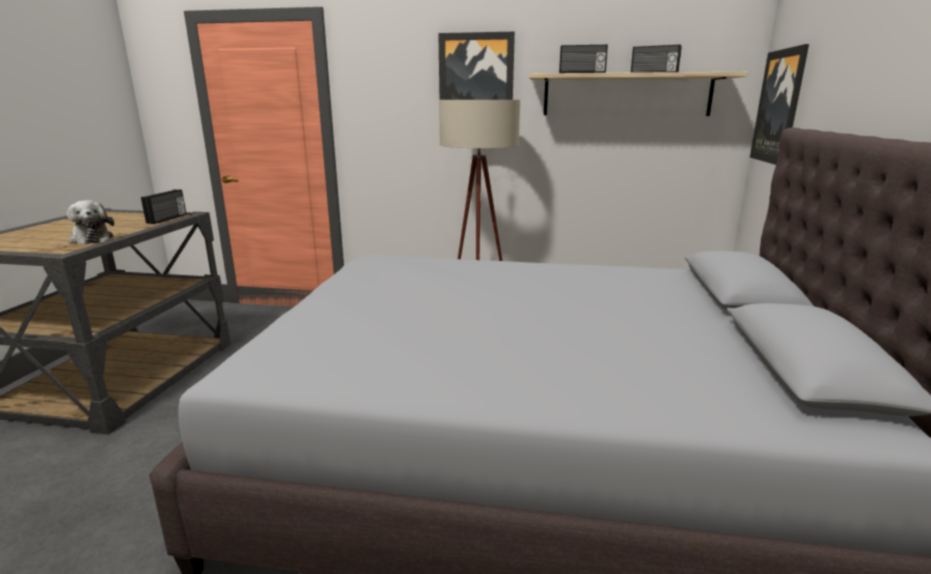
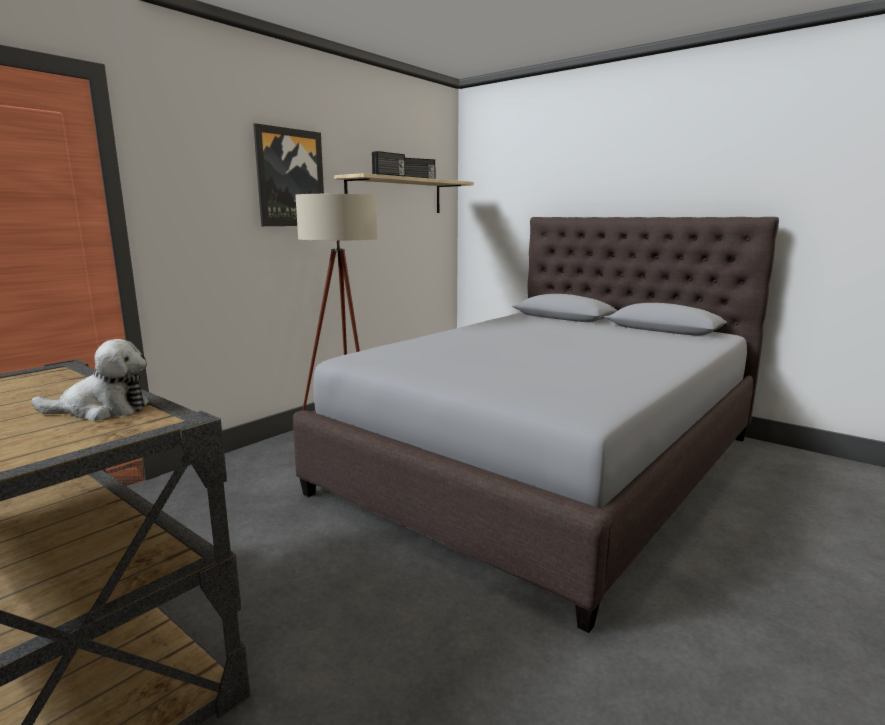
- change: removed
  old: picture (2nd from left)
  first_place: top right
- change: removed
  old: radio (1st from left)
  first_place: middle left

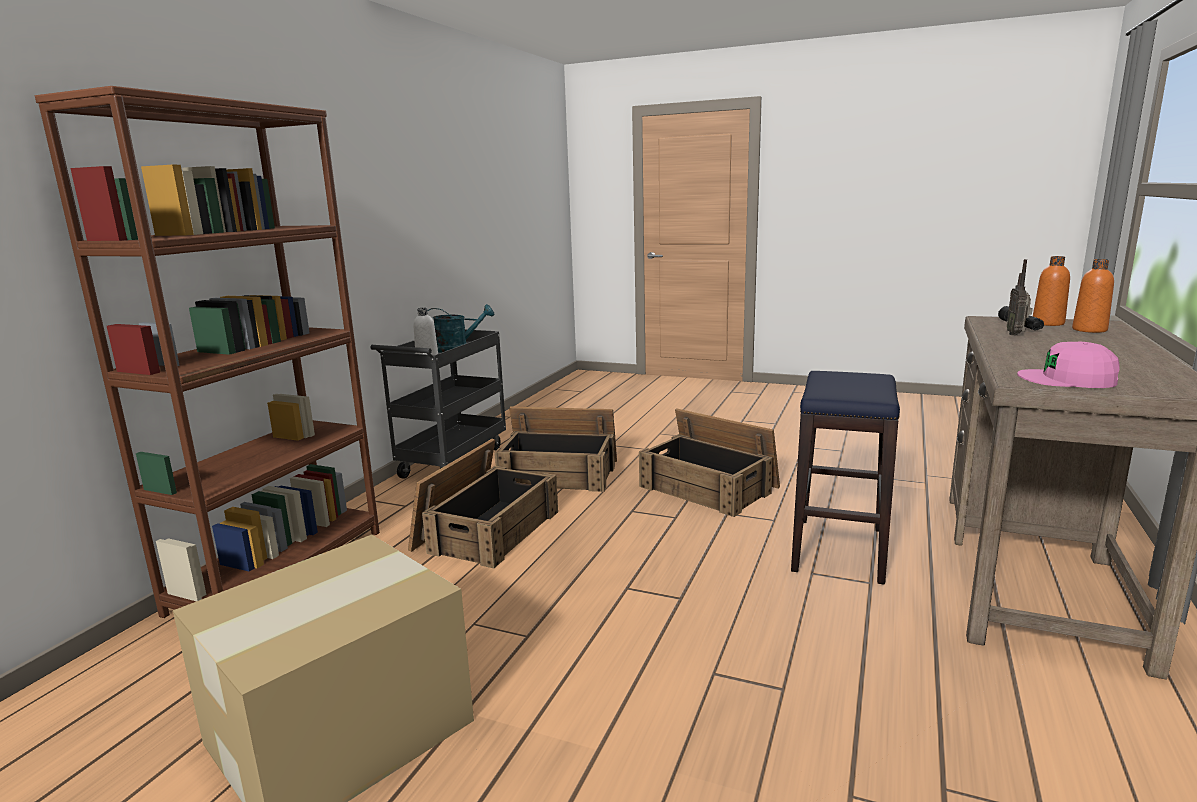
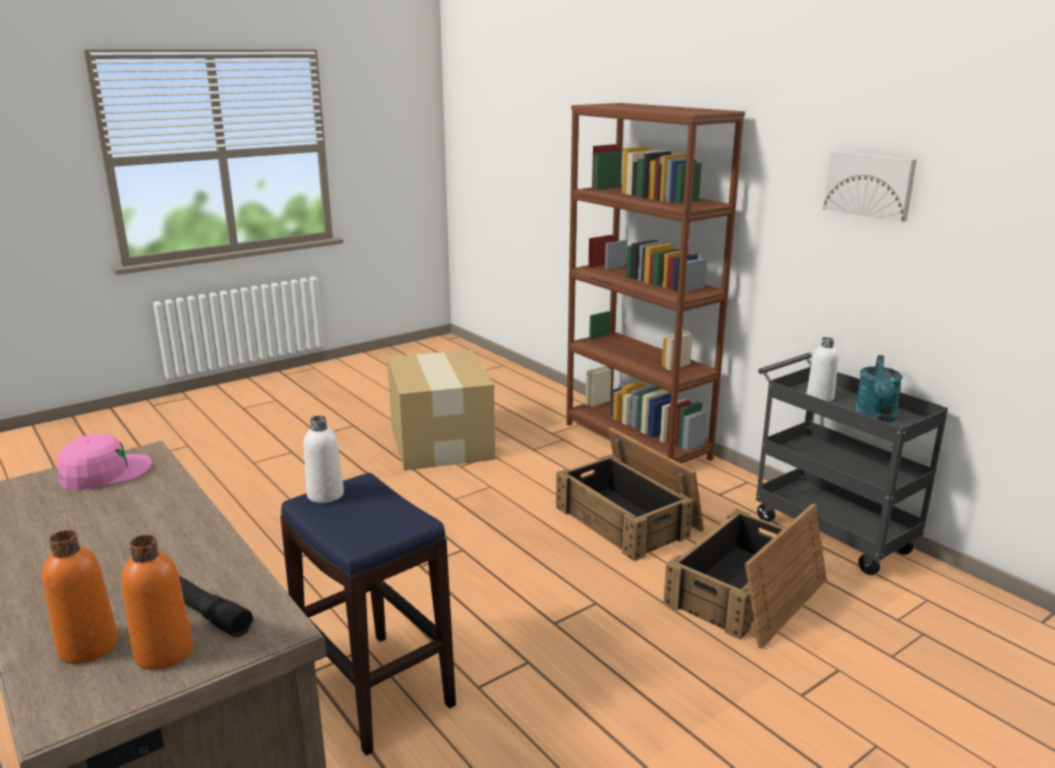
- change: removed
  old: radio
  first_place: middle right
- change: removed
  old: crate (3rd from left)
  first_place: centre
- change: added
  new: picture
  second_place: top right
- change: added
  new: bottle/white (1st from left)
  second_place: middle left

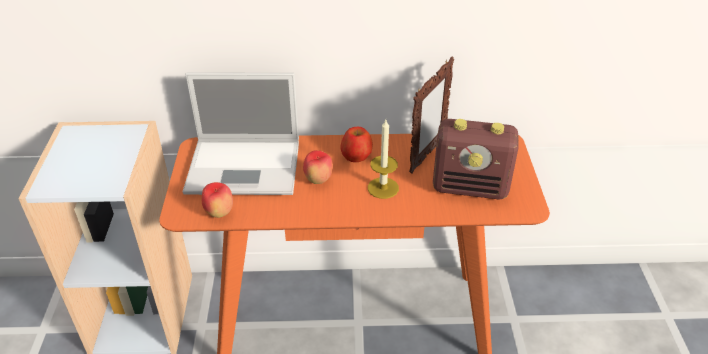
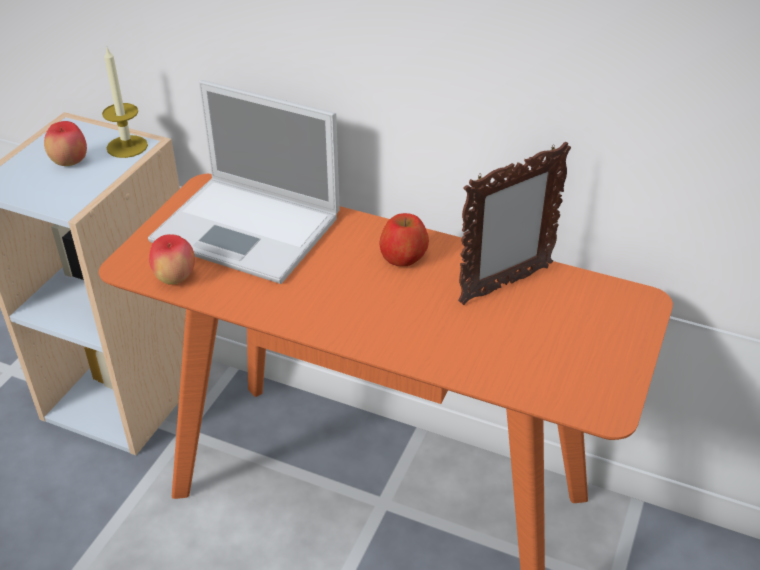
- change: removed
  old: radio
  first_place: middle right
- change: moved
  old: candle
  first_place: centre
  second_place: top left
- change: moved
  old: apple (2nd from left in the first image)
  new: apple (1st from left)
  first_place: centre
  second_place: top left

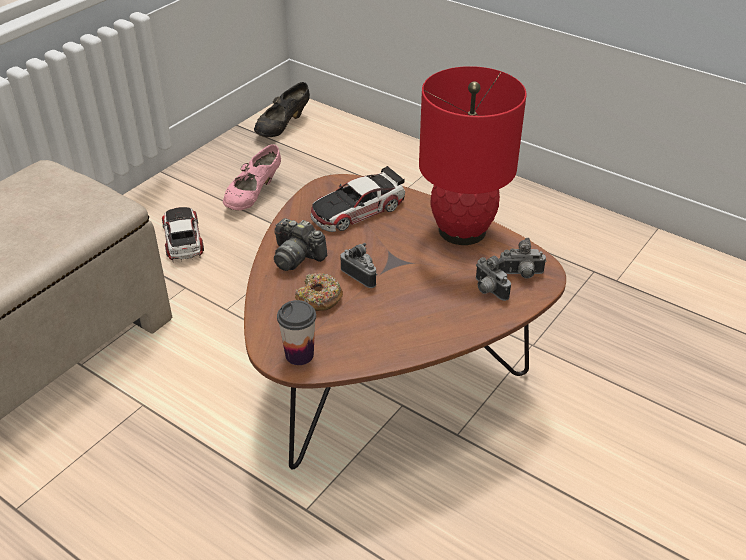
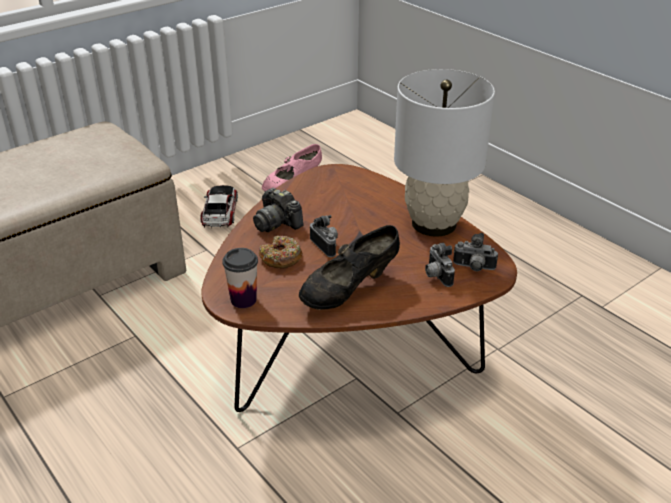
- change: recoloured
  old: table lamp/red
  new: table lamp/white
  first_place: top centre
  second_place: top centre
- change: moved
  old: shoe/black
  first_place: top centre
  second_place: centre
- change: removed
  old: toy car (2nd from left)
  first_place: centre

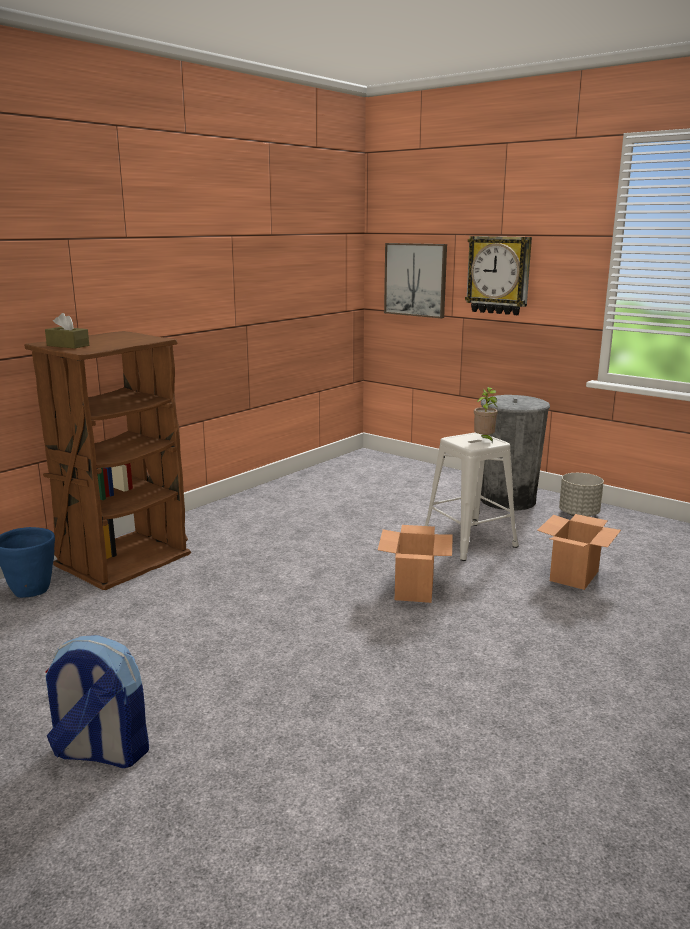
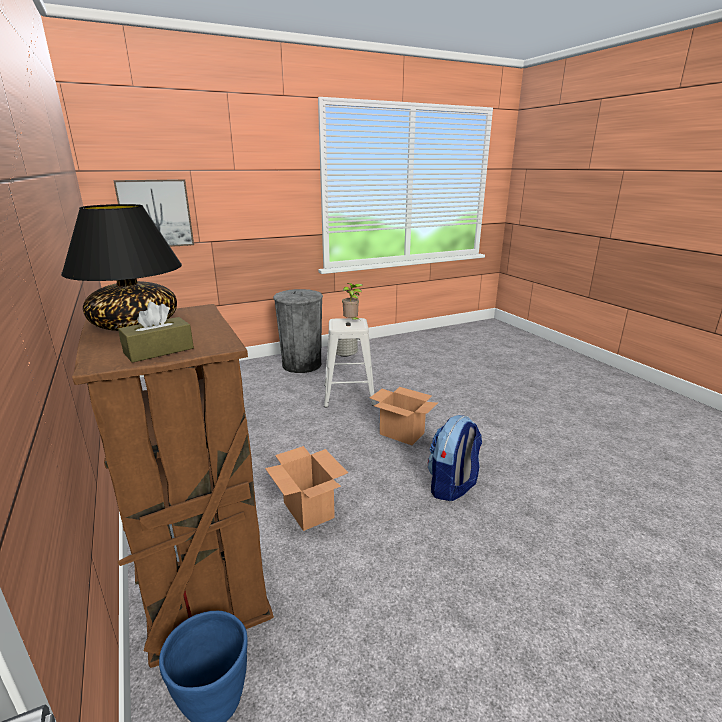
- change: removed
  old: wall clock
  first_place: top right
- change: moved
  old: cardboard box (2nd from left in the first image)
  new: cardboard box (1st from left)
  first_place: middle right
  second_place: bottom centre
- change: moved
  old: backpack
  first_place: bottom left
  second_place: centre
- change: added
  new: table lamp/black
  second_place: middle left

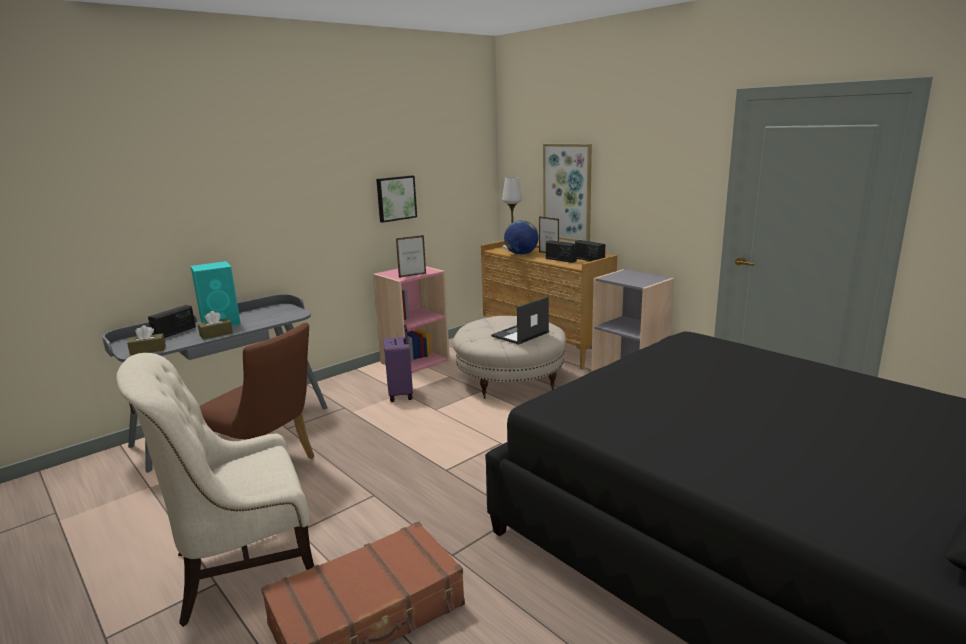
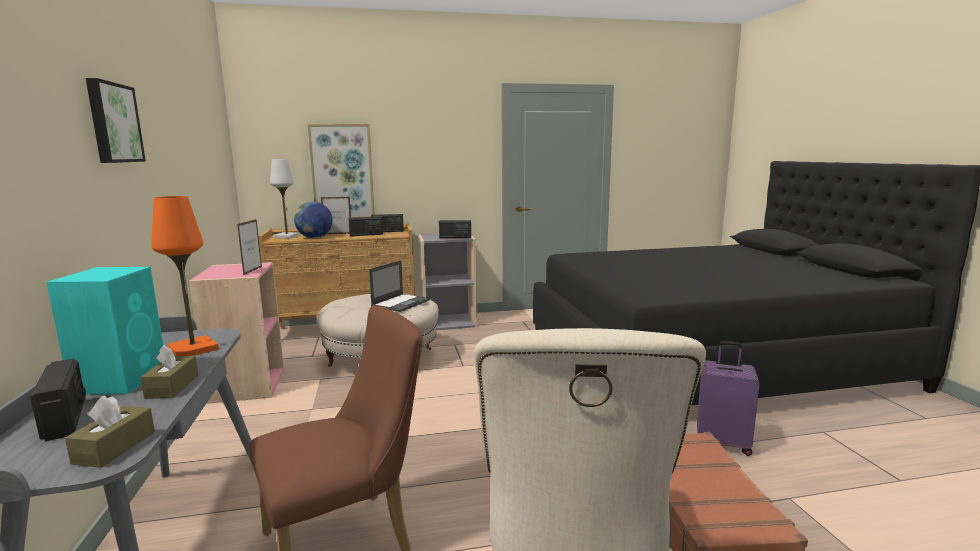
- change: moved
  old: picture (1st from left)
  first_place: top centre
  second_place: top left
- change: turned
  old: laptop
  first_place: centre
  second_place: centre
  degrees: -135
- change: moved
  old: suitcase/purple
  first_place: centre
  second_place: bottom right
- change: added
  new: table lamp/orange
  second_place: middle left
- change: added
  new: radio (4th from left)
  second_place: centre

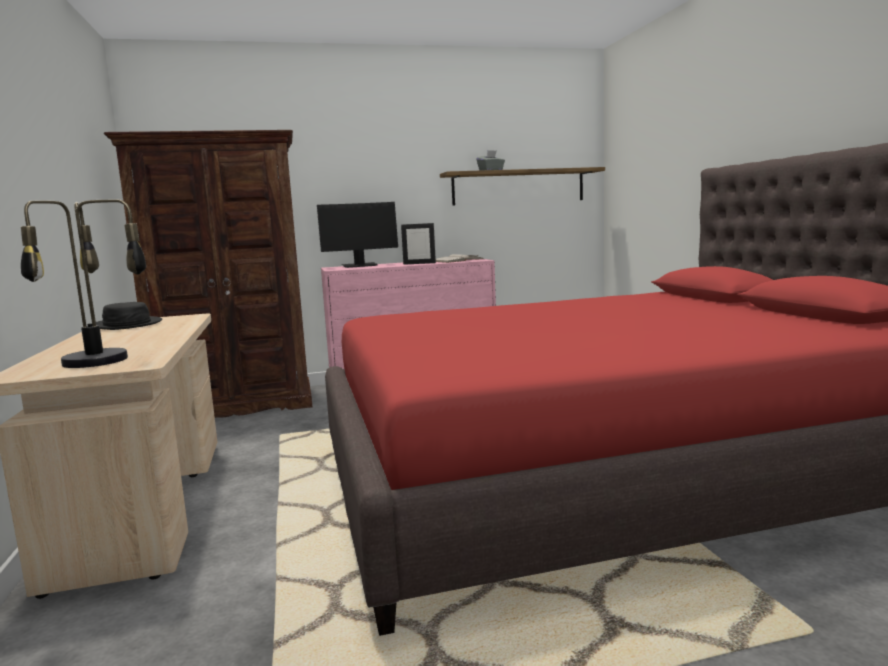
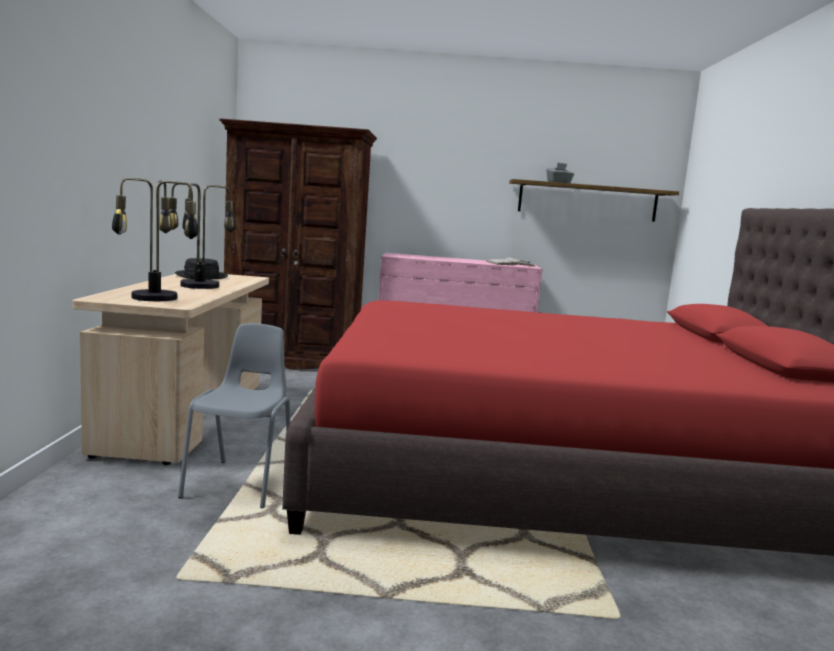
- change: removed
  old: monitor
  first_place: centre
- change: removed
  old: picture frame
  first_place: centre
- change: added
  new: table lamp (2nd from left)
  second_place: middle left
- change: added
  new: chair/grey
  second_place: middle left

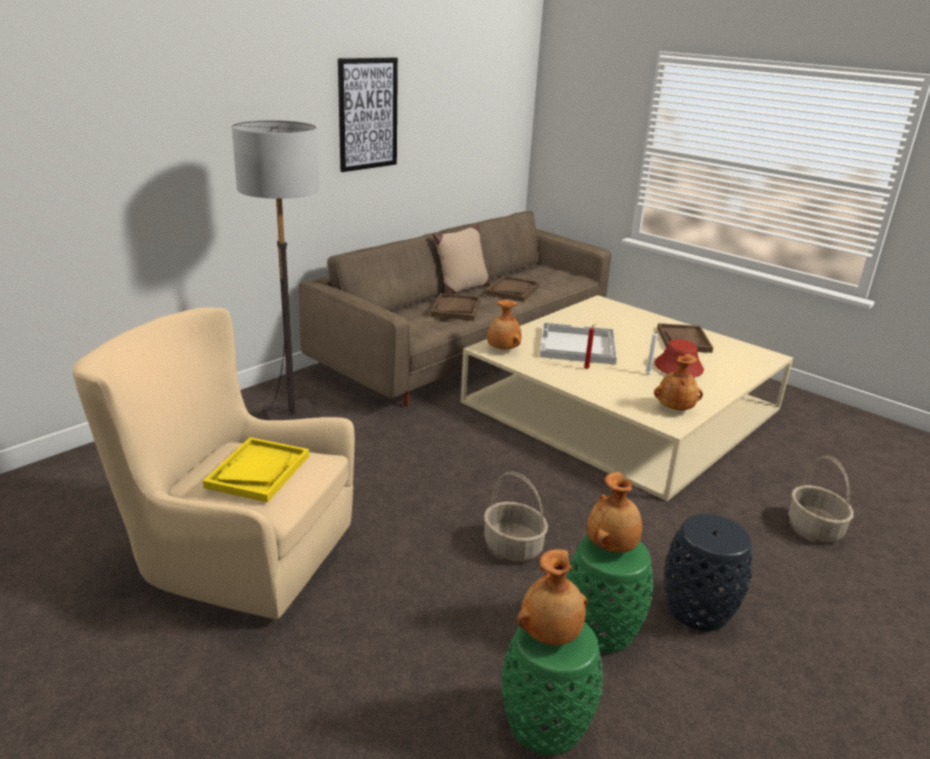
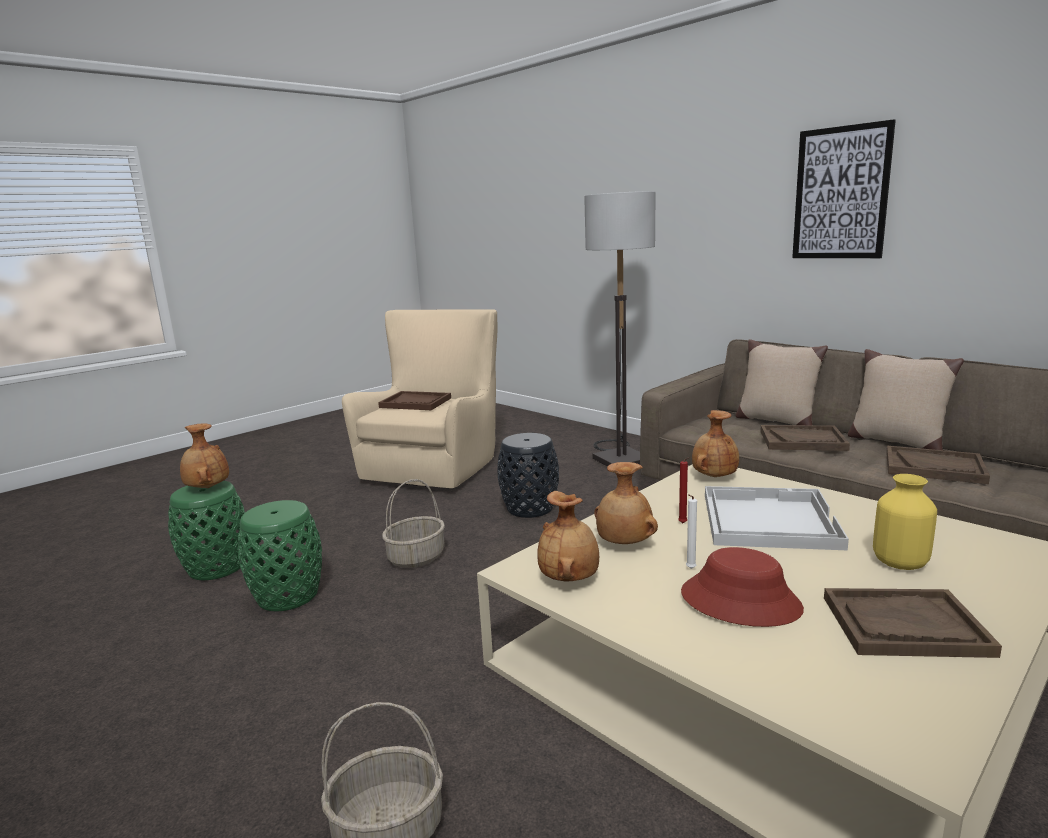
- change: recoloured
  old: tray/yellow
  new: tray/brown (1st from left)
  first_place: middle left
  second_place: centre
- change: moved
  old: vase/brown (3rd from left)
  first_place: bottom centre
  second_place: centre
- change: moved
  old: stool/black
  first_place: bottom right
  second_place: centre
- change: added
  new: pillow/beige (1st from left)
  second_place: middle right
- change: added
  new: vase/yellow
  second_place: middle right

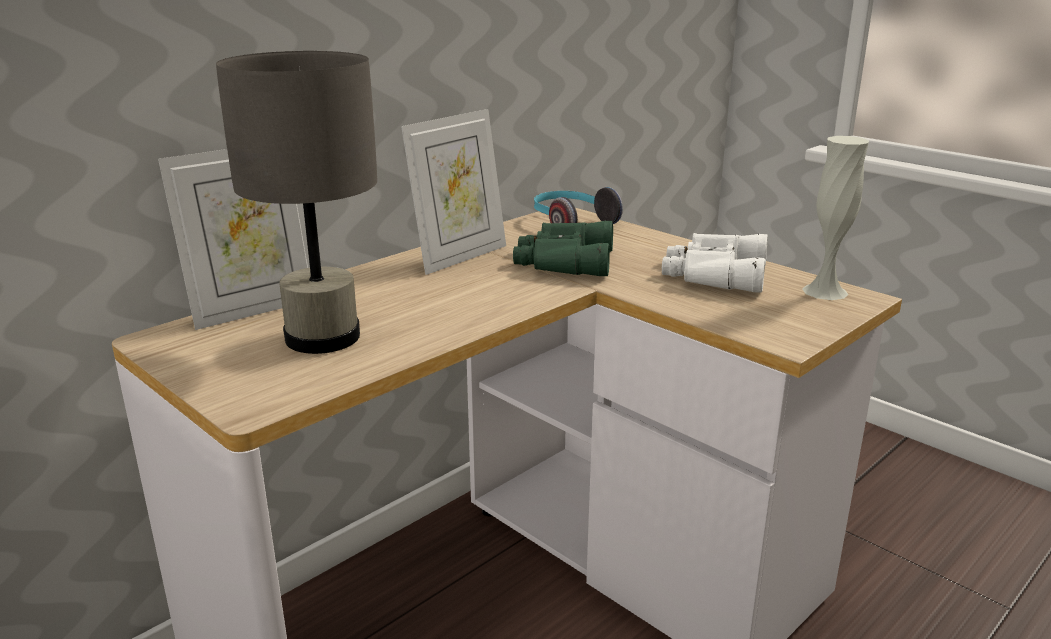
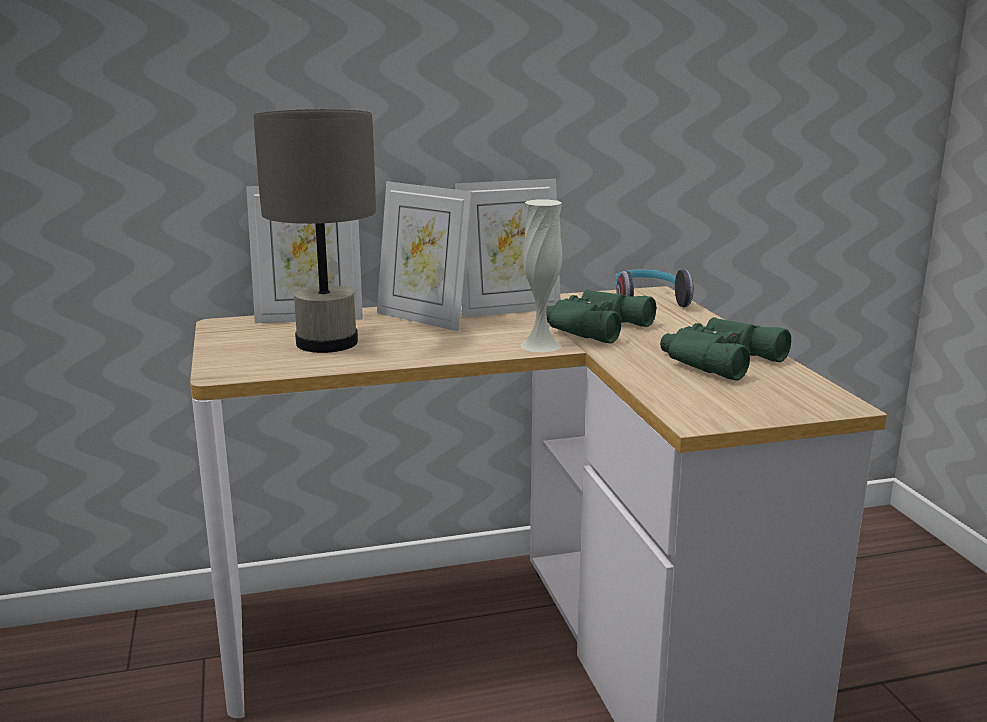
- change: moved
  old: vase/white
  first_place: middle right
  second_place: centre
- change: recoloured
  old: binoculars/white
  new: binoculars/green (2nd from left)
  first_place: middle right
  second_place: middle right
- change: added
  new: picture frame (2nd from left)
  second_place: centre

